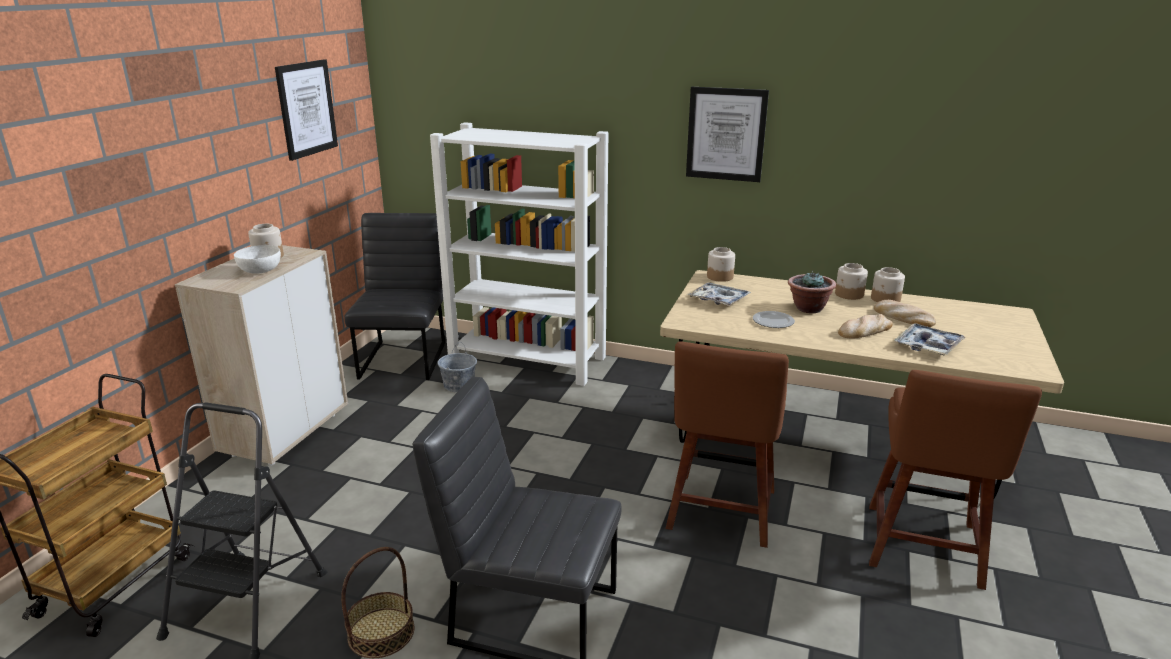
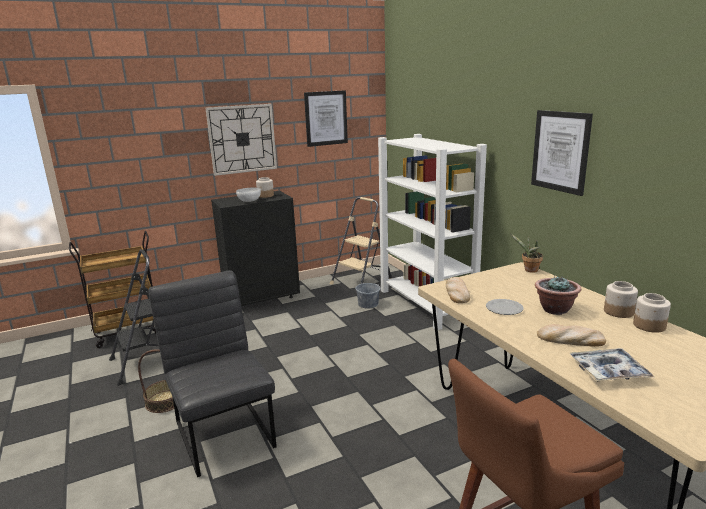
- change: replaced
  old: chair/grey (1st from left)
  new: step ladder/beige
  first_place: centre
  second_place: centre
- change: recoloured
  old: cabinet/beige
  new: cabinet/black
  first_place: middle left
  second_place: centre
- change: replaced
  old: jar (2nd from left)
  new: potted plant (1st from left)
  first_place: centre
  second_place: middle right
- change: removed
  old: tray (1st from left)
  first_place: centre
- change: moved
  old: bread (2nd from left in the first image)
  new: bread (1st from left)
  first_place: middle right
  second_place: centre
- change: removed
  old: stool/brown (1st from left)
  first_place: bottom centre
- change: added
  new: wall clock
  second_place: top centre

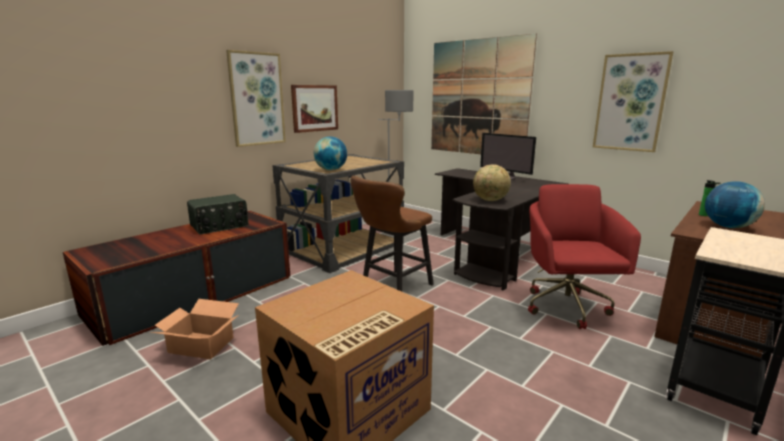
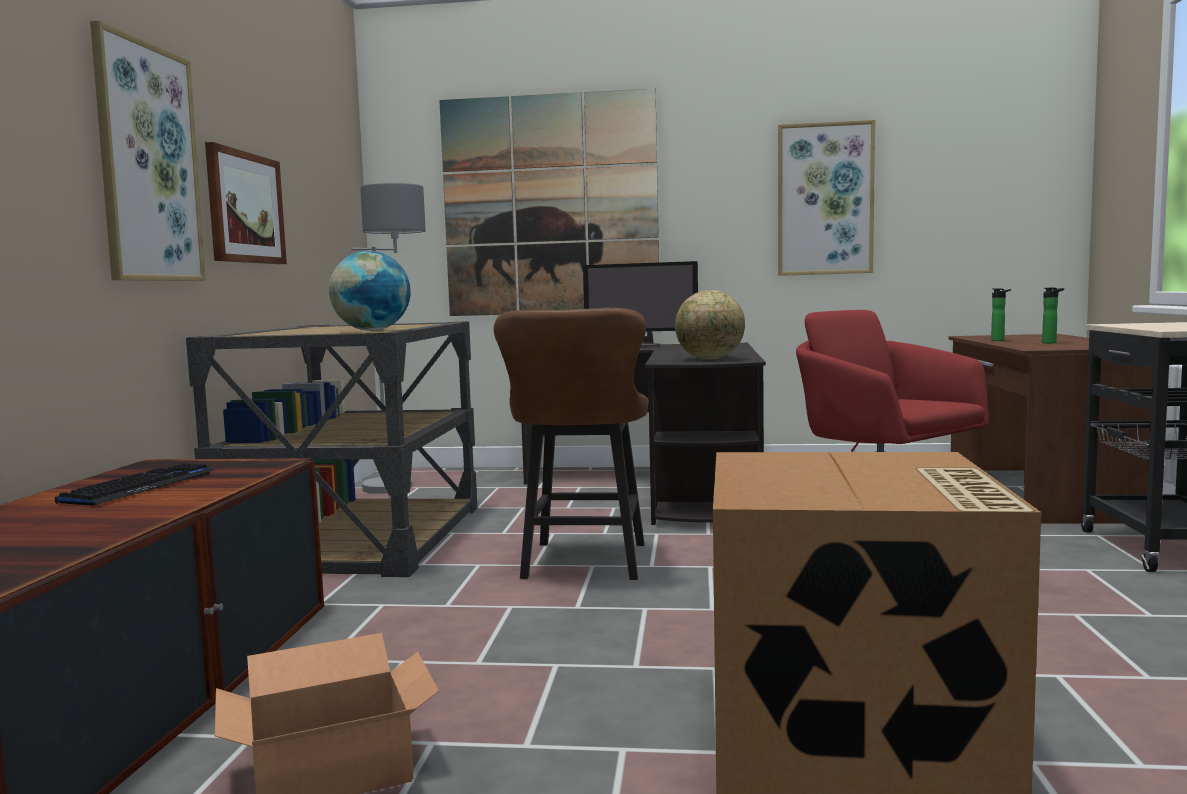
- change: replaced
  old: globe (3rd from left)
  new: bottle (2nd from left)
  first_place: middle right
  second_place: middle right
- change: replaced
  old: radio
  new: keyboard
  first_place: middle left
  second_place: middle left

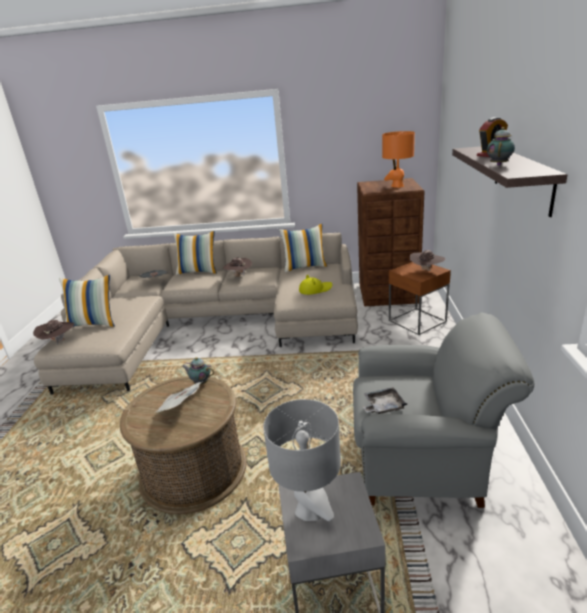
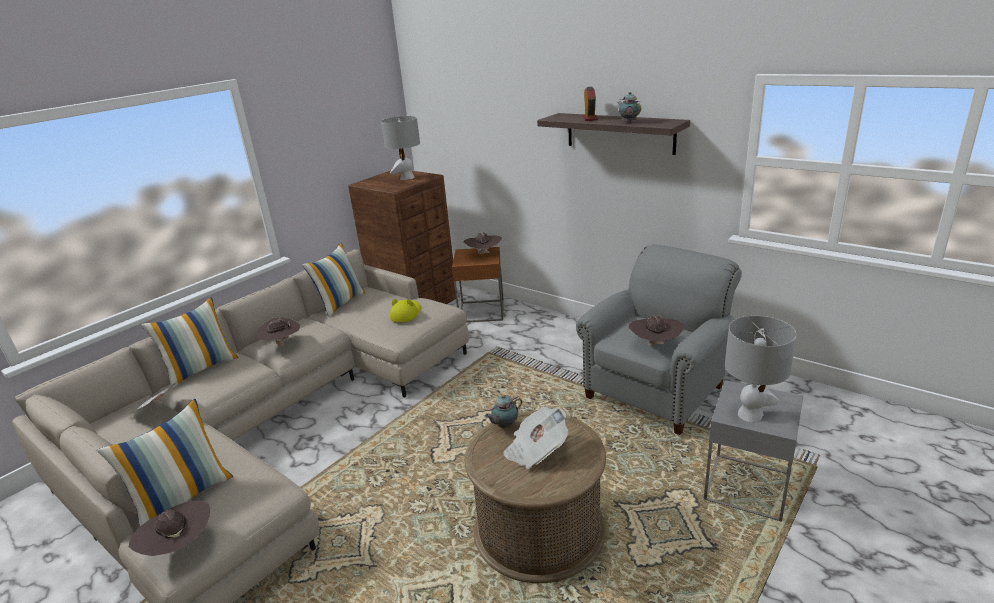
- change: recoloured
  old: table lamp/orange
  new: table lamp/grey (1st from left)
  first_place: top right
  second_place: top centre
- change: replaced
  old: tray/grey
  new: hat/brown (4th from left)
  first_place: centre
  second_place: centre

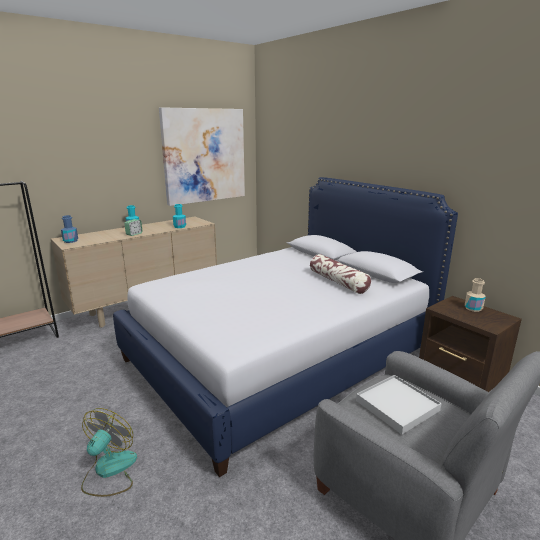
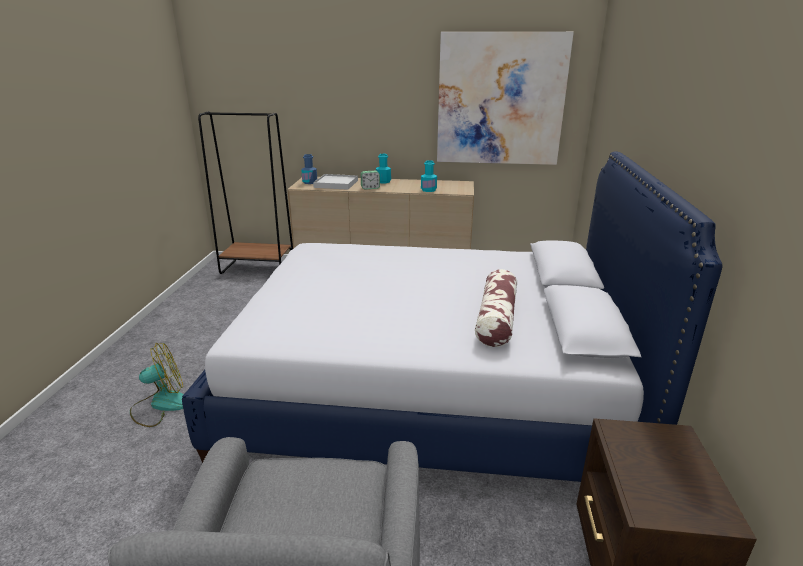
- change: removed
  old: bottle/beige
  first_place: middle right
- change: moved
  old: tray/white
  first_place: bottom right
  second_place: top centre

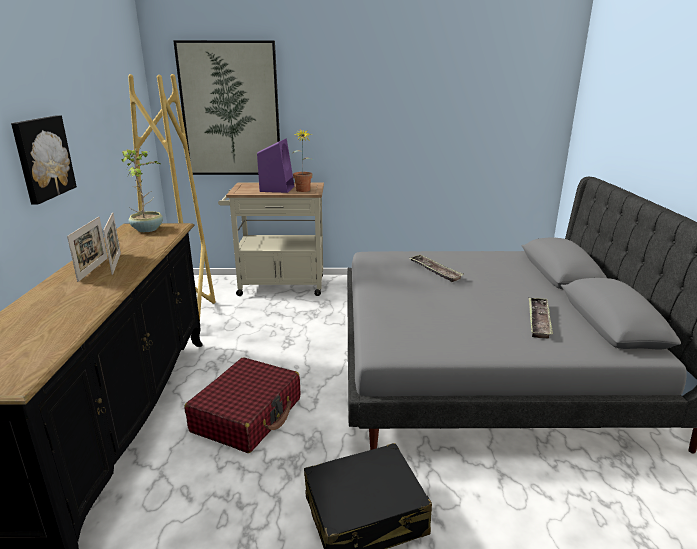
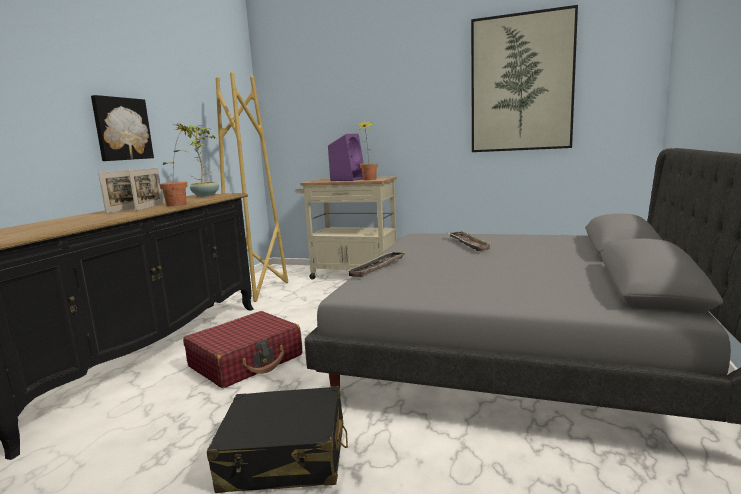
- change: moved
  old: picture (2nd from left)
  first_place: top left
  second_place: top right
- change: moved
  old: tray (2nd from left in the first image)
  new: tray (1st from left)
  first_place: middle right
  second_place: centre
- change: added
  new: potted plant (1st from left)
  second_place: top left

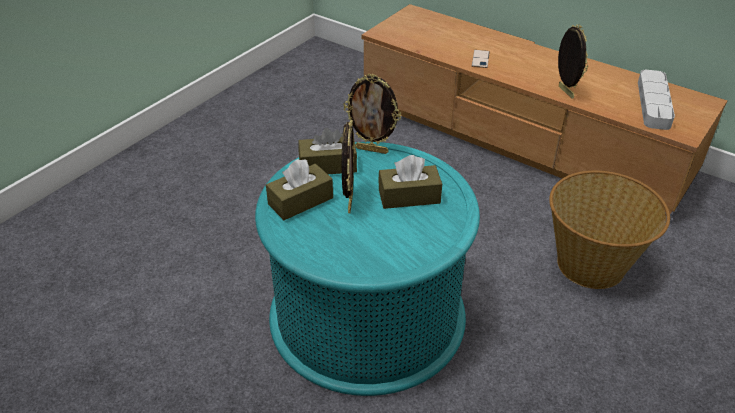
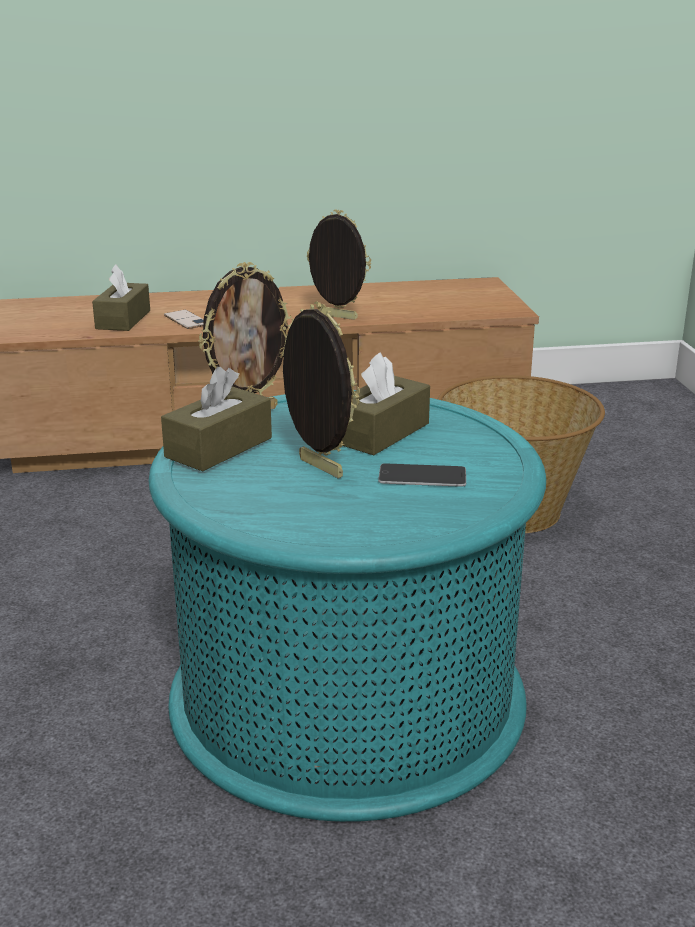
- change: removed
  old: tray/grey
  first_place: top right
- change: moved
  old: tissue box/brown (1st from left)
  first_place: centre
  second_place: top left
- change: added
  new: phone (2nd from left)
  second_place: centre

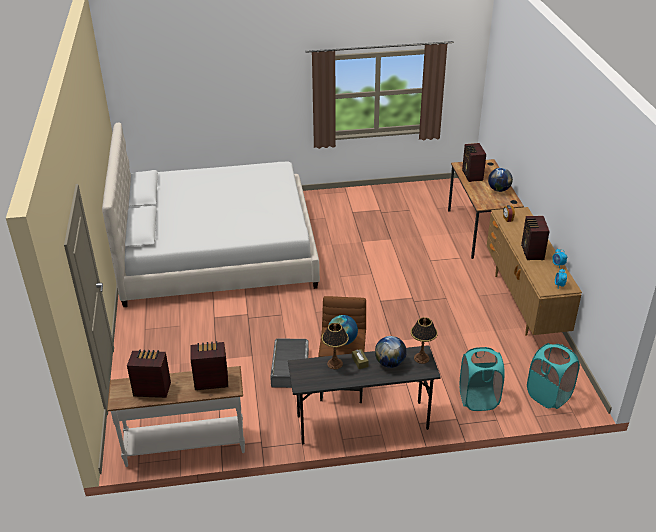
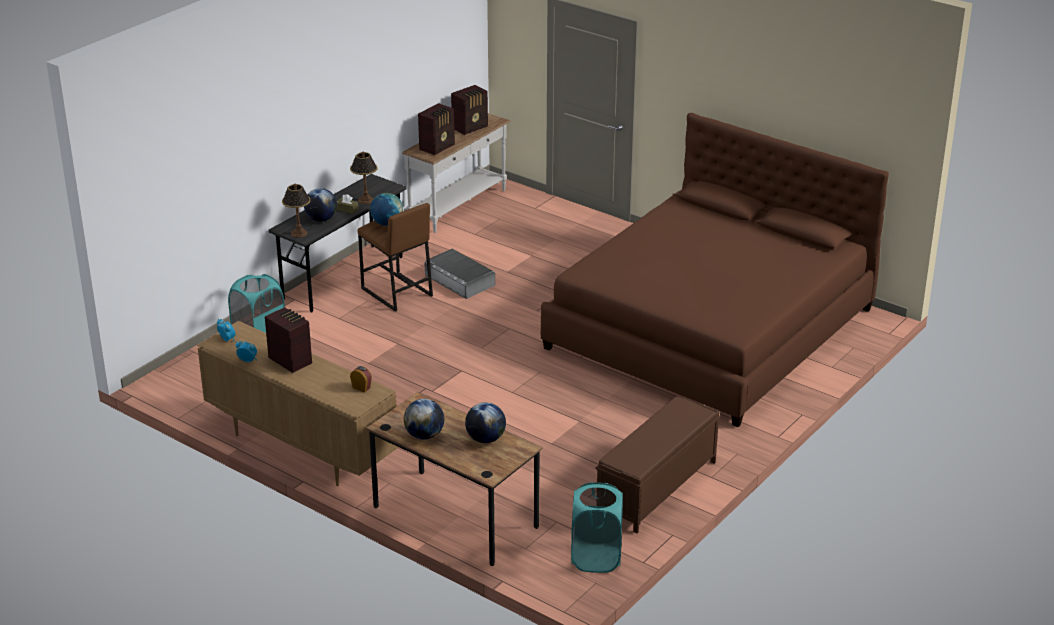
- change: recoloured
  old: bed/white
  new: bed/brown
  first_place: middle left
  second_place: middle right
- change: replaced
  old: radio (3rd from left)
  new: globe (4th from left)
  first_place: top right
  second_place: bottom centre
- change: moved
  old: laundry basket/turquoise (2nd from left)
  first_place: bottom right
  second_place: bottom centre
- change: added
  new: bench/brown
  second_place: bottom centre

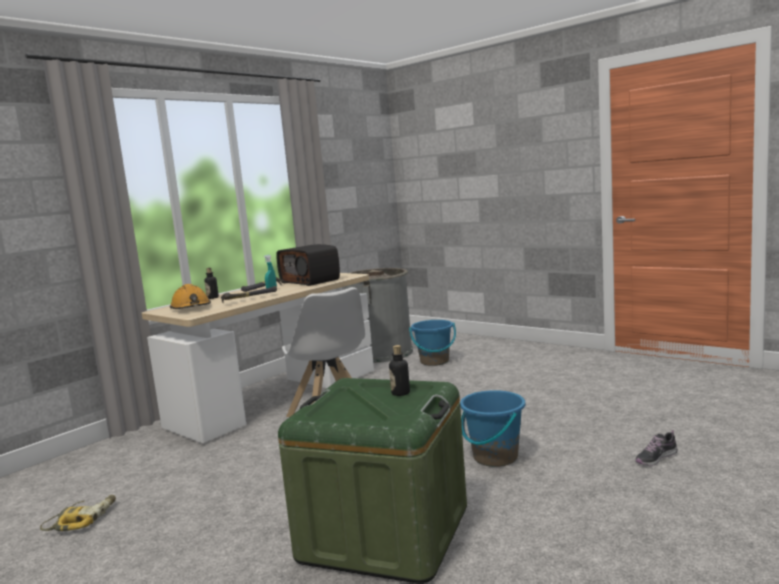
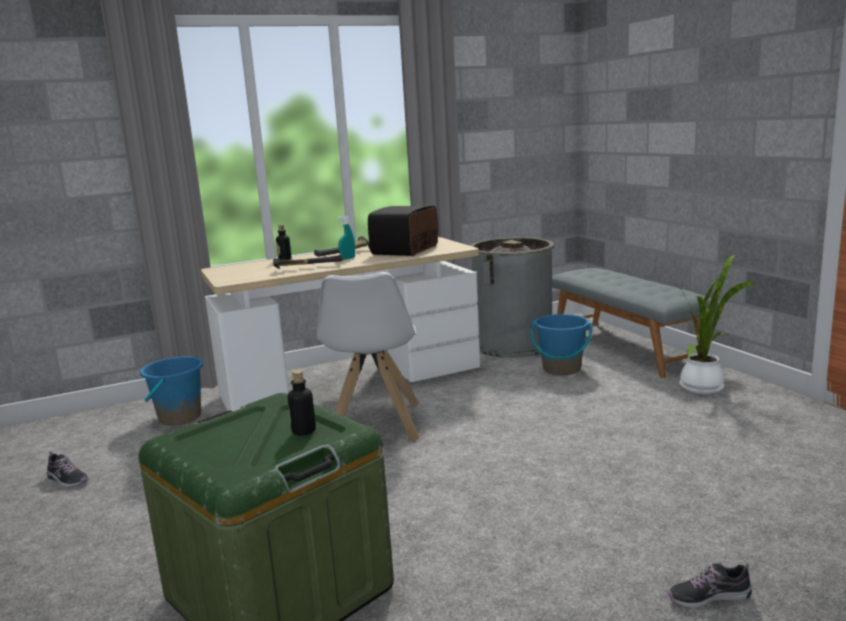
- change: turned
  old: radio
  first_place: centre
  second_place: centre
  degrees: 45
- change: removed
  old: hard hat/orange
  first_place: middle left
- change: moved
  old: bucket/blue (2nd from left in the first image)
  new: bucket/blue (1st from left)
  first_place: bottom centre
  second_place: middle left
- change: replaced
  old: power drill
  new: shoe (1st from left)
  first_place: bottom left
  second_place: bottom left
- change: added
  new: potted plant
  second_place: middle right
- change: added
  new: bench/grey
  second_place: middle right

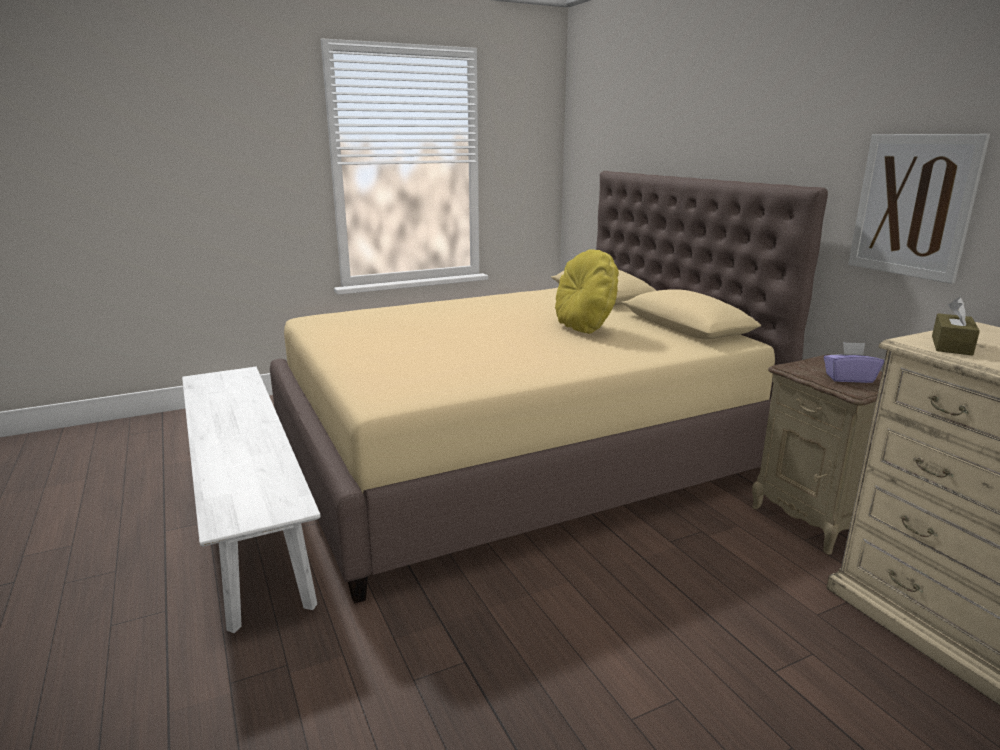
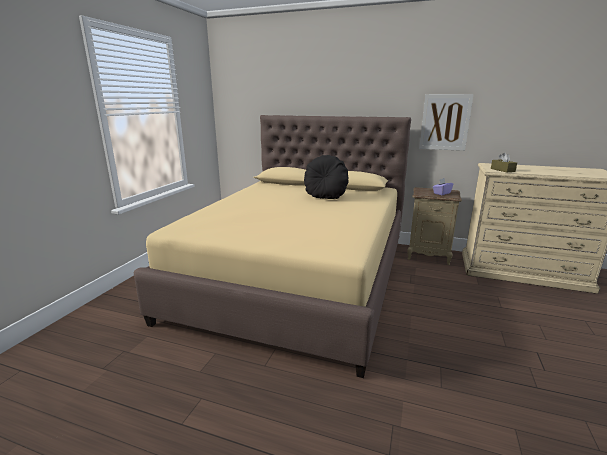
- change: recoloured
  old: pillow/yellow
  new: pillow/black
  first_place: centre
  second_place: centre
- change: removed
  old: bench/white
  first_place: bottom left

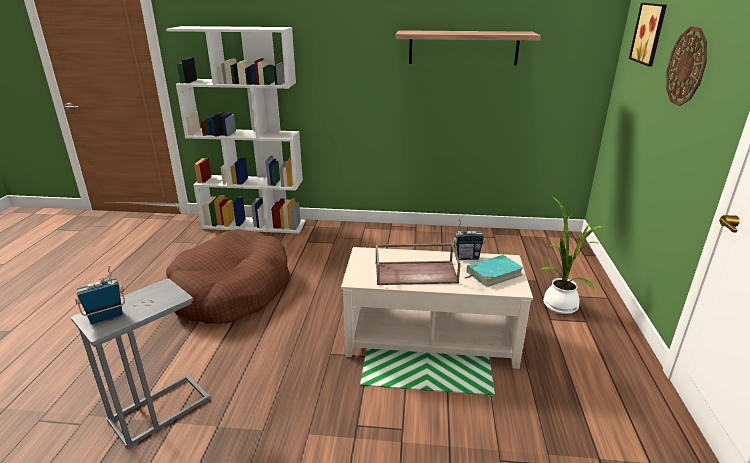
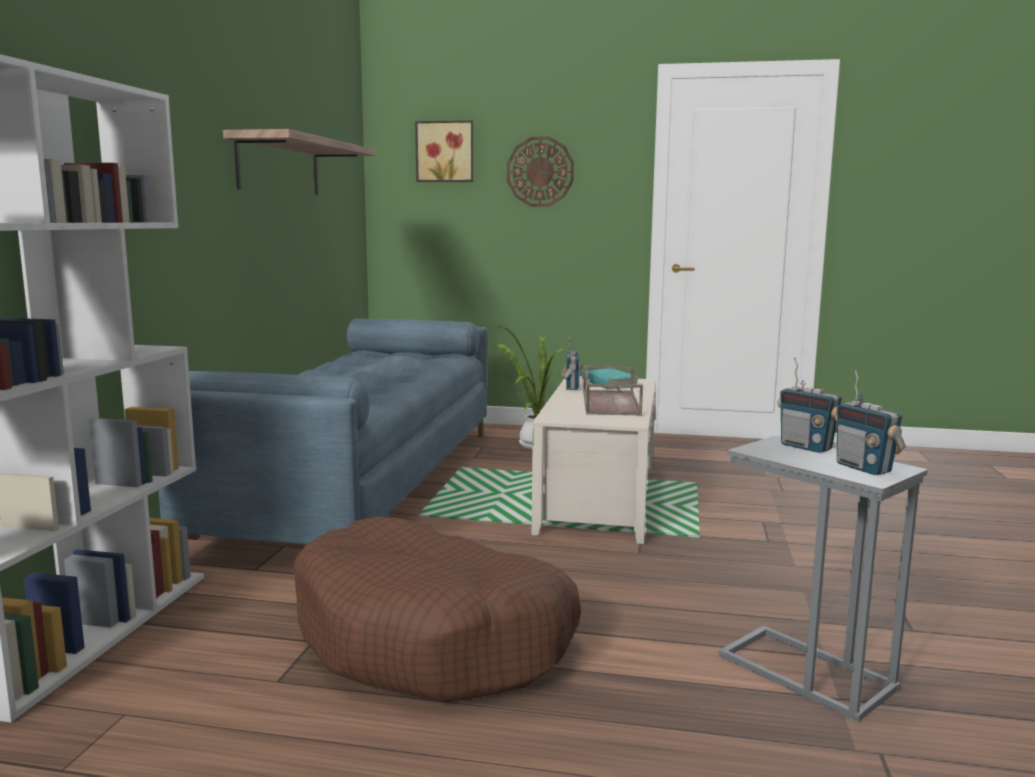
- change: added
  new: sofa/blue
  second_place: middle left
- change: added
  new: radio (2nd from left)
  second_place: middle right

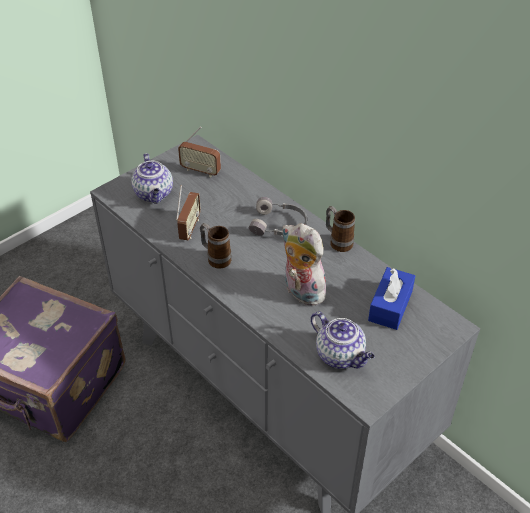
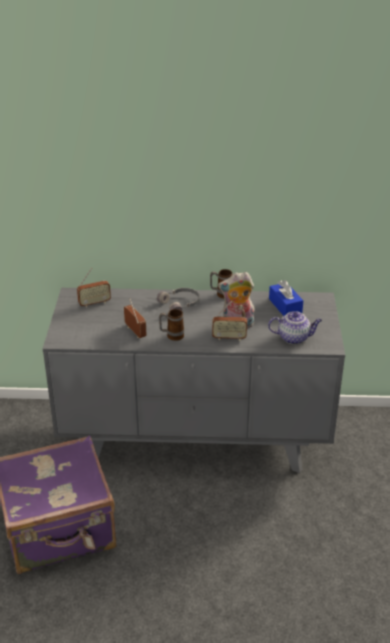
- change: removed
  old: teapot (1st from left)
  first_place: middle left
- change: added
  new: radio (3rd from left)
  second_place: centre

